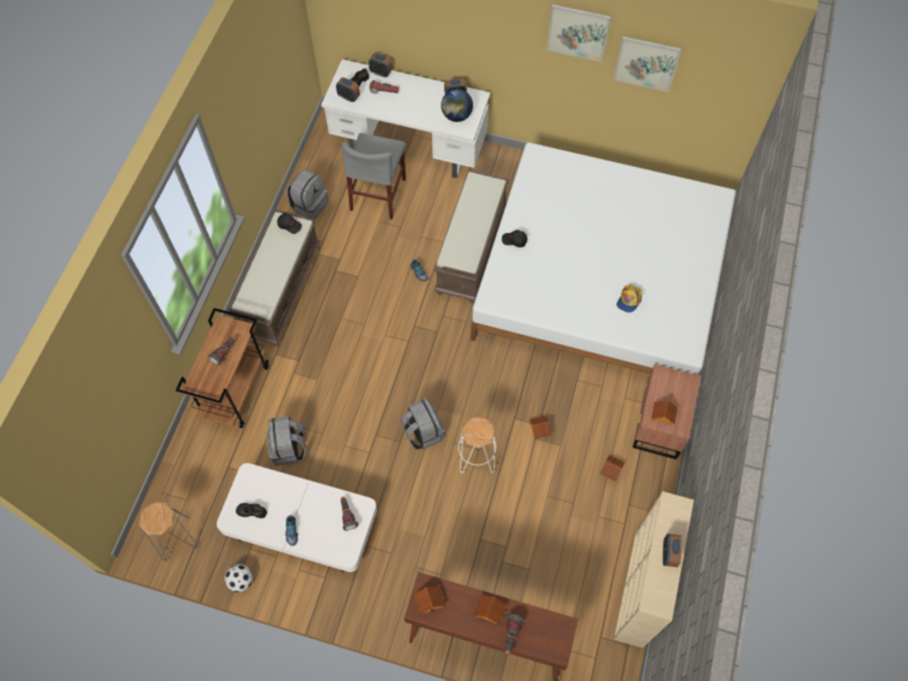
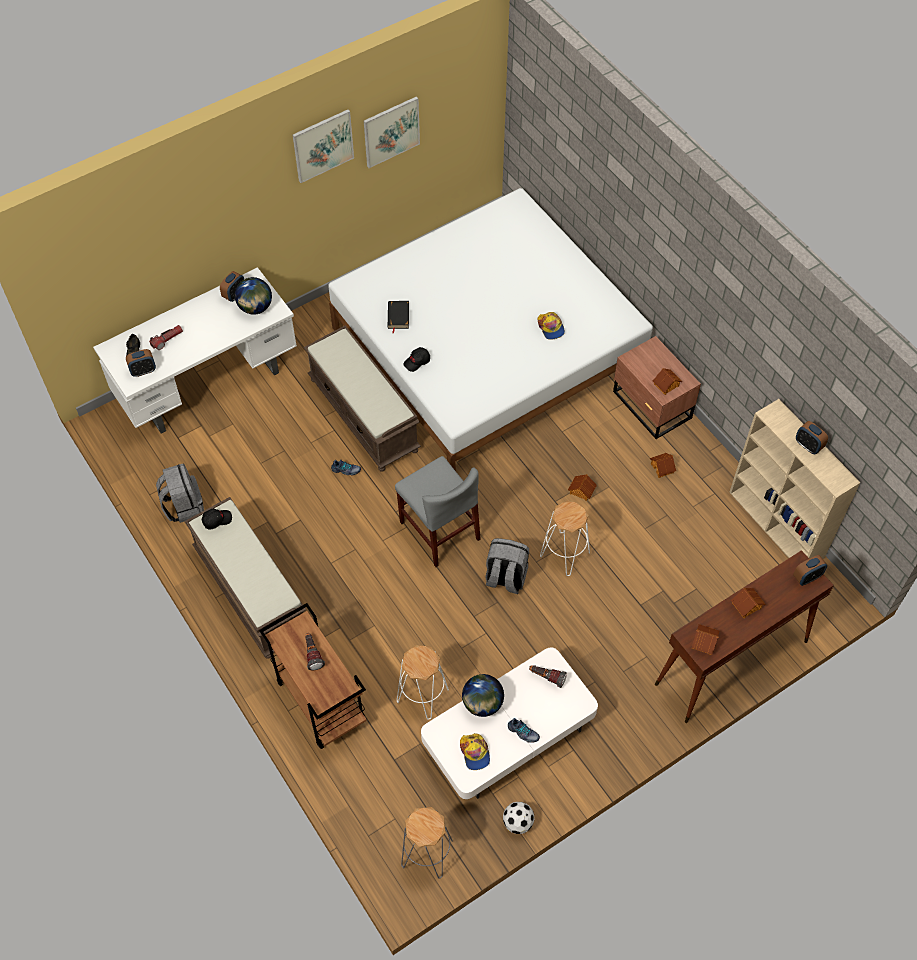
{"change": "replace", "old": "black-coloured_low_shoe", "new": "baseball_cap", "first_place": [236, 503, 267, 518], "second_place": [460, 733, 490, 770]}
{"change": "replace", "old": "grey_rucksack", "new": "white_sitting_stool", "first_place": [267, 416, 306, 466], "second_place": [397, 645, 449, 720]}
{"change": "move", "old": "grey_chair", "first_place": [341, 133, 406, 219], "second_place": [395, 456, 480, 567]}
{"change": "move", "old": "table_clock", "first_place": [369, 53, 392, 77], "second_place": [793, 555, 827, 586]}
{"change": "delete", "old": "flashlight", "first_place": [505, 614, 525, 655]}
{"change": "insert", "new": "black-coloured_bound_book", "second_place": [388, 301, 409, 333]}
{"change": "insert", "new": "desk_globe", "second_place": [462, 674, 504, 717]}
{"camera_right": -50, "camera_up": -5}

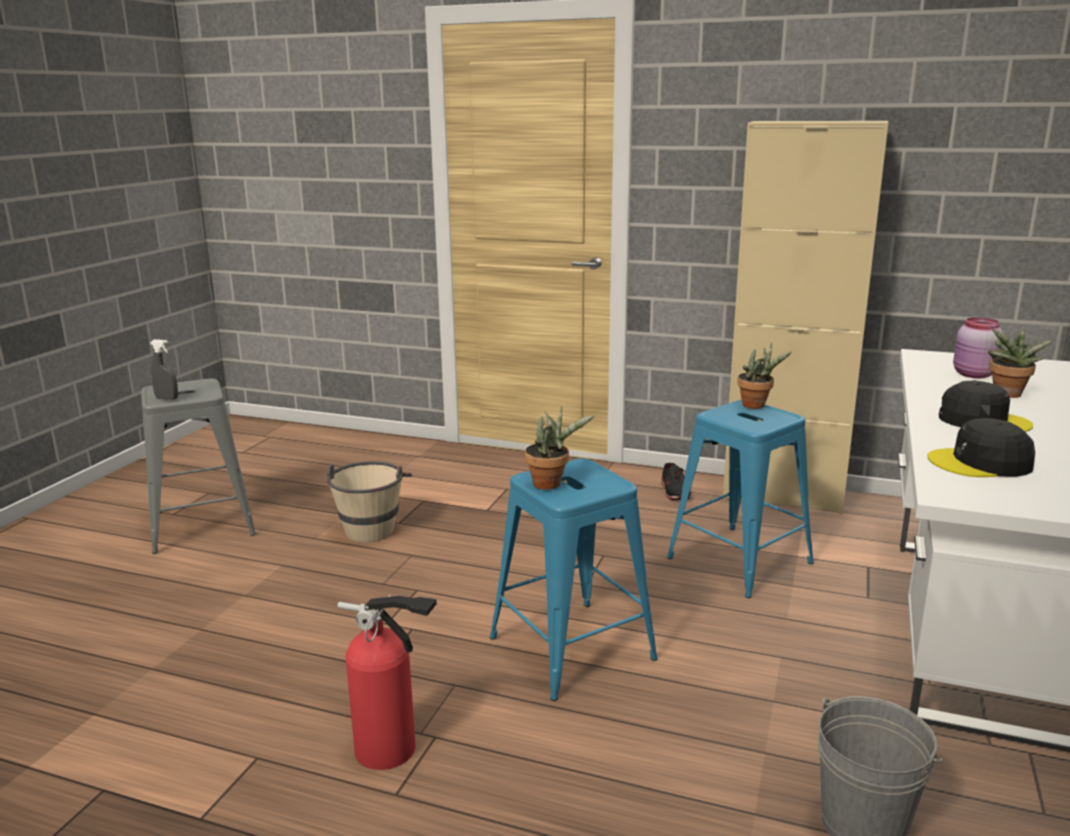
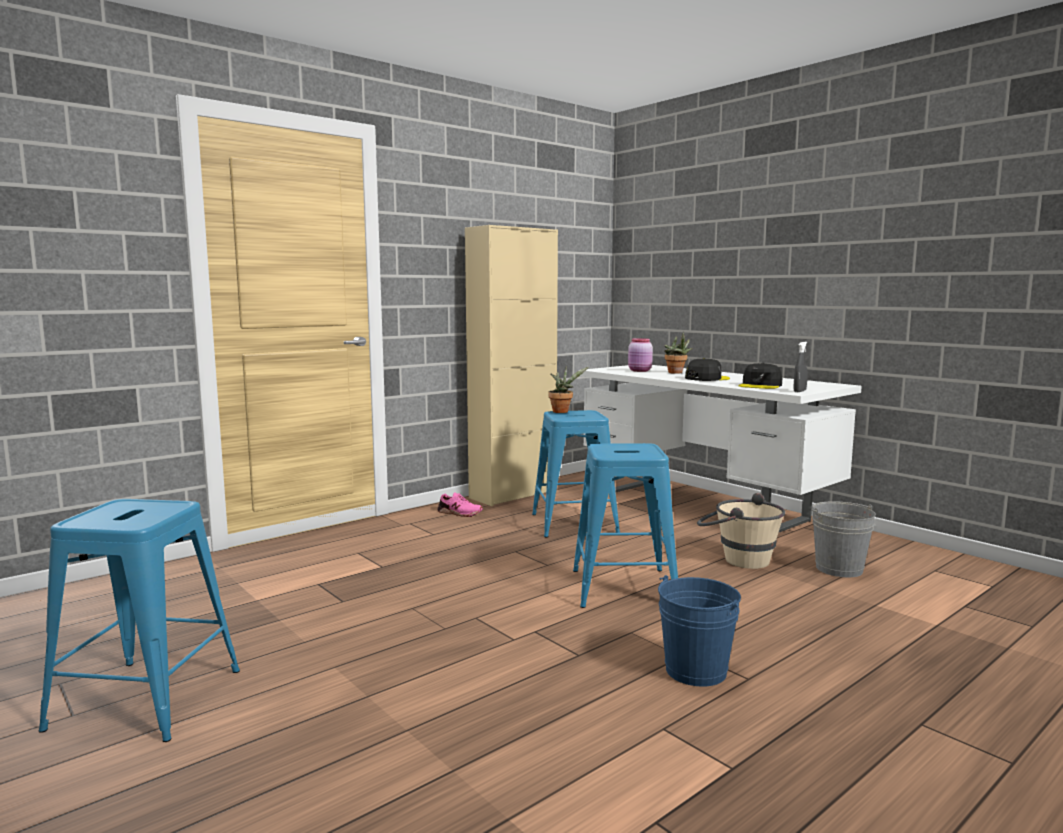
{"change": "recolor", "old": "grey_sitting_stool", "new": "blue_sitting_stool", "first_place": [141, 379, 256, 554], "second_place": [38, 499, 240, 742]}
{"change": "move", "old": "grey_hand_sprayer", "first_place": [150, 339, 178, 400], "second_place": [793, 342, 808, 392]}
{"change": "move", "old": "beige_bucket", "first_place": [327, 461, 412, 542], "second_place": [697, 493, 785, 569]}
{"change": "replace", "old": "extinguisher", "new": "blue_bucket", "first_place": [337, 595, 437, 770], "second_place": [658, 575, 741, 687]}
{"change": "delete", "old": "houseplant", "first_place": [525, 406, 595, 490]}
{"change": "recolor", "old": "black-coloured_low_shoe", "new": "pink-coloured_low_shoe", "first_place": [661, 463, 691, 501], "second_place": [438, 492, 483, 517]}
{"camera_right": -60, "camera_up": -10}

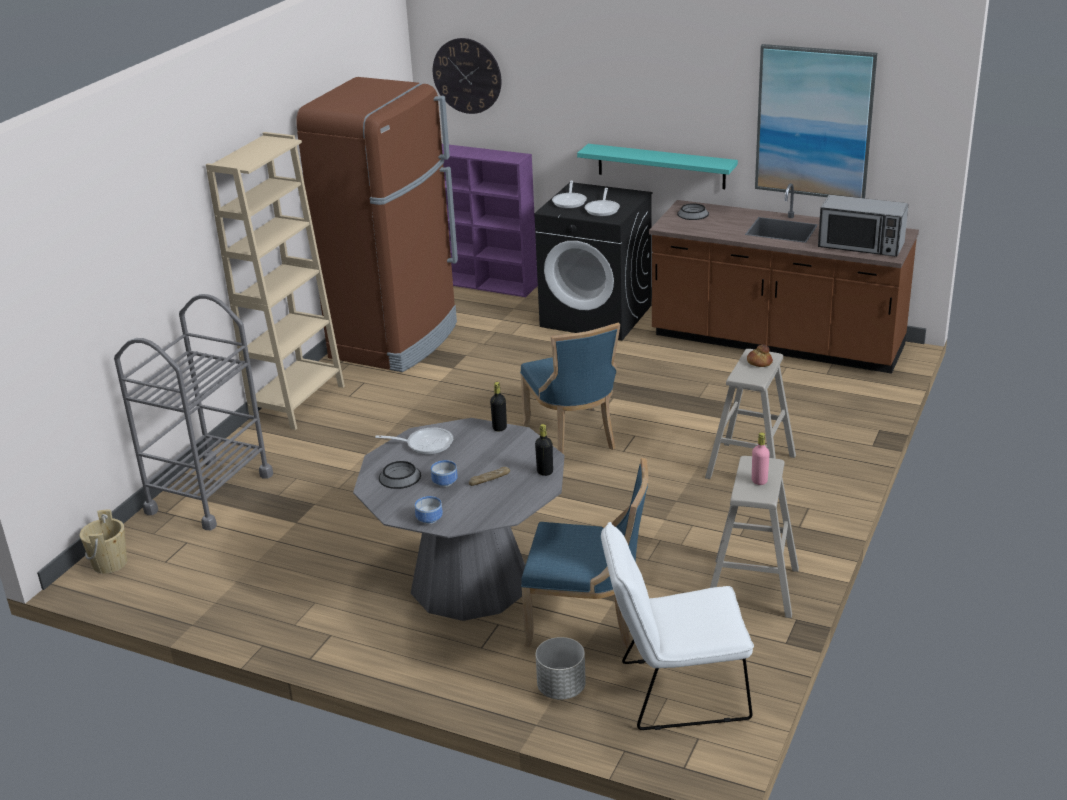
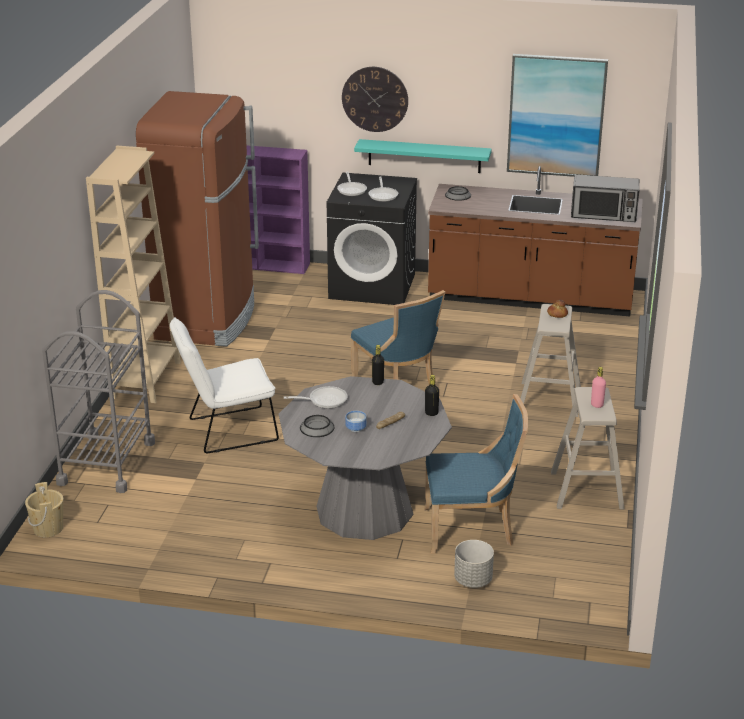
{"change": "delete", "old": "bowl", "first_place": [415, 496, 443, 524]}
{"change": "move", "old": "clock_on_the_wall", "first_place": [433, 38, 502, 114], "second_place": [342, 67, 408, 132]}
{"change": "move", "old": "white_chair", "first_place": [601, 522, 754, 730], "second_place": [170, 317, 279, 453]}
{"camera_right": -15, "camera_up": 0}

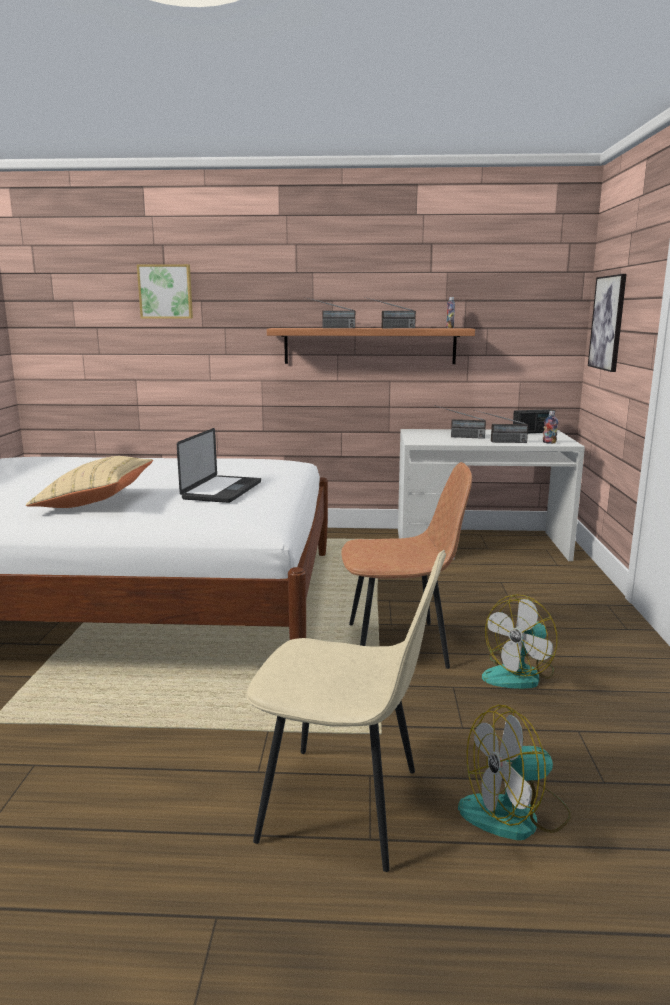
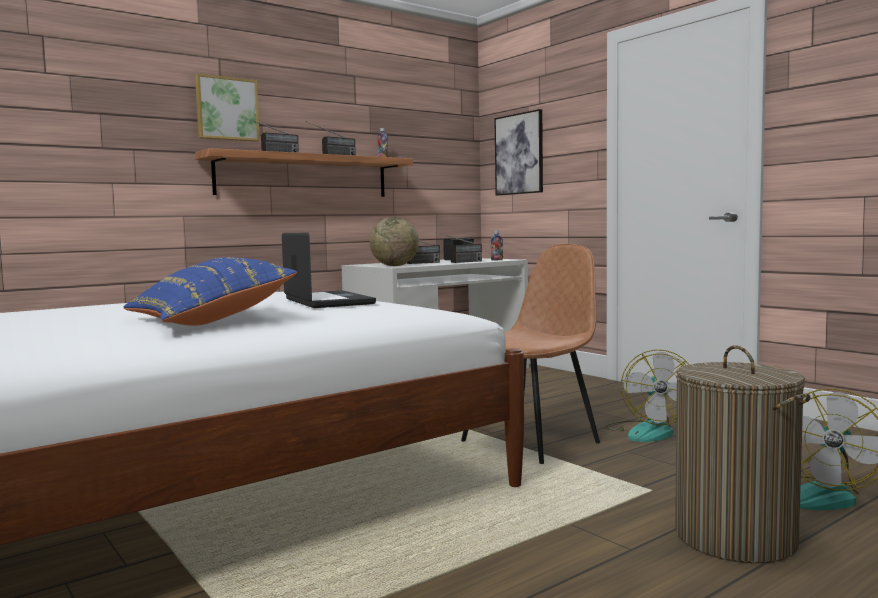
{"change": "recolor", "old": "beige_pillow", "new": "blue_pillow", "first_place": [26, 456, 153, 508], "second_place": [123, 257, 297, 326]}
{"change": "move", "old": "wall_picture", "first_place": [137, 264, 193, 319], "second_place": [195, 74, 260, 142]}
{"change": "replace", "old": "beige_chair", "new": "laundry_basket", "first_place": [247, 550, 446, 872], "second_place": [675, 345, 811, 563]}
{"change": "insert", "new": "desk_globe", "second_place": [369, 217, 419, 266]}
{"camera_right": -40, "camera_up": -10}

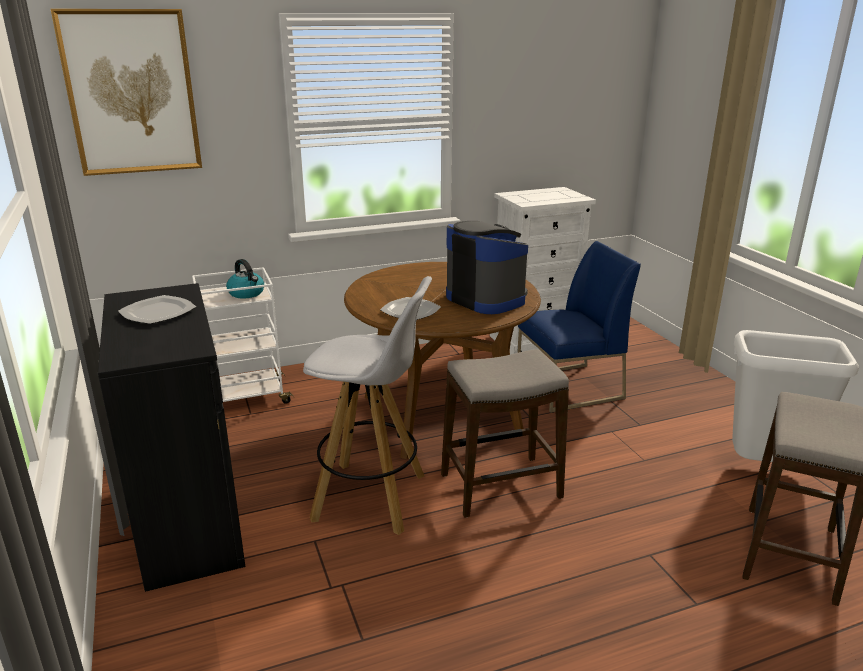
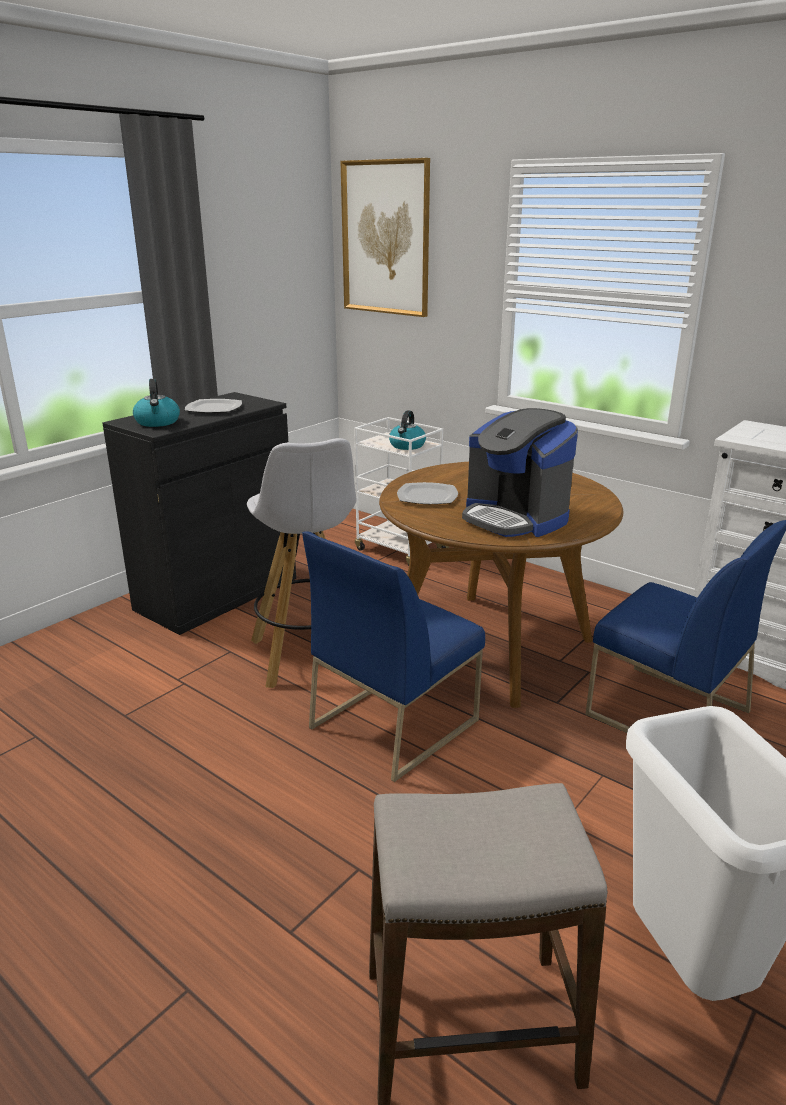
{"change": "replace", "old": "sitting_stool", "new": "blue_chair", "first_place": [441, 349, 569, 517], "second_place": [302, 531, 485, 782]}
{"change": "rotate", "old": "coffee_machine", "first_place": [446, 221, 528, 314], "second_place": [462, 408, 578, 537], "degrees": 120}
{"change": "insert", "new": "tea_kettle", "second_place": [133, 379, 180, 427]}
{"camera_right": 60, "camera_up": 0}

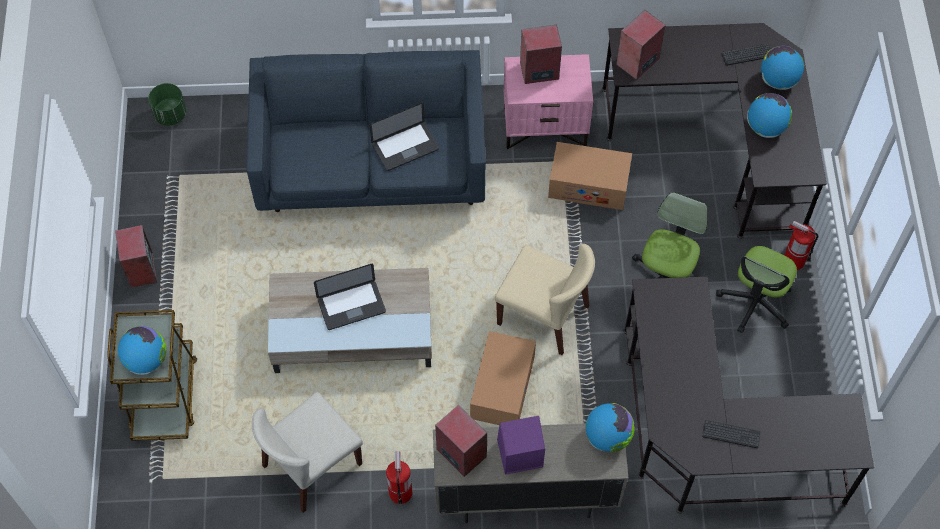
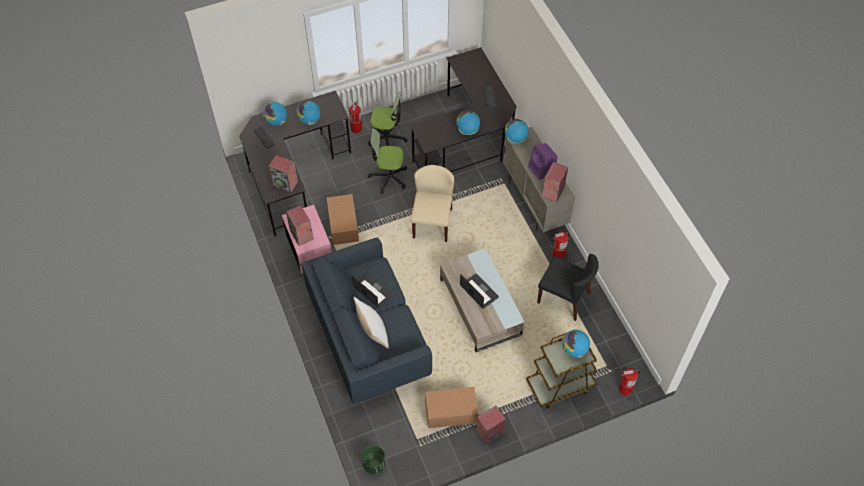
{"change": "recolor", "old": "beige_chair", "new": "black-coloured_chair", "first_place": [252, 392, 363, 513], "second_place": [537, 254, 599, 321]}
{"change": "move", "old": "carton", "first_place": [470, 331, 536, 425], "second_place": [425, 387, 478, 428]}
{"change": "insert", "new": "white_pillow", "second_place": [353, 297, 389, 348]}
{"change": "insert", "new": "desk_globe", "second_place": [457, 110, 480, 135]}
{"change": "insert", "new": "extinguisher", "second_place": [619, 368, 640, 396]}
{"camera_right": -110, "camera_up": -5}

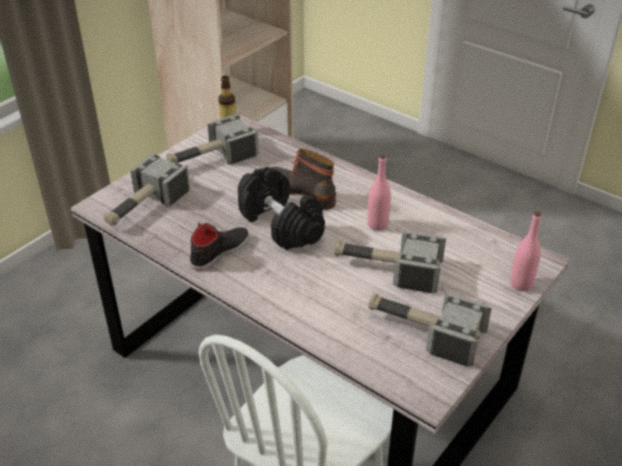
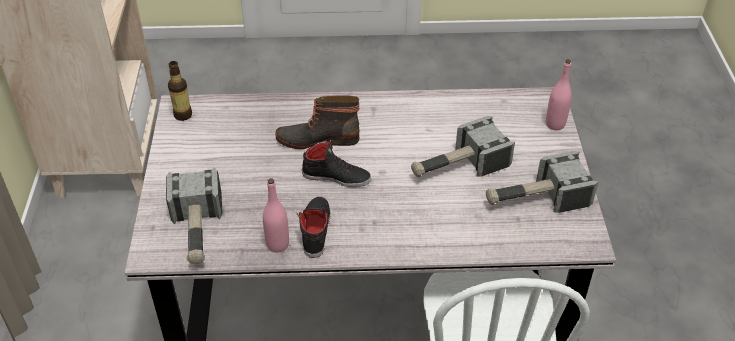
{"change": "delete", "old": "tool_hammer", "first_place": [166, 114, 259, 165]}
{"change": "replace", "old": "black-coloured_dumbbell", "new": "black-coloured_low_shoe", "first_place": [238, 167, 325, 250], "second_place": [302, 140, 371, 187]}
{"change": "move", "old": "pink-coloured_bottle", "first_place": [367, 154, 391, 231], "second_place": [263, 178, 289, 253]}
{"camera_right": -40, "camera_up": 5}

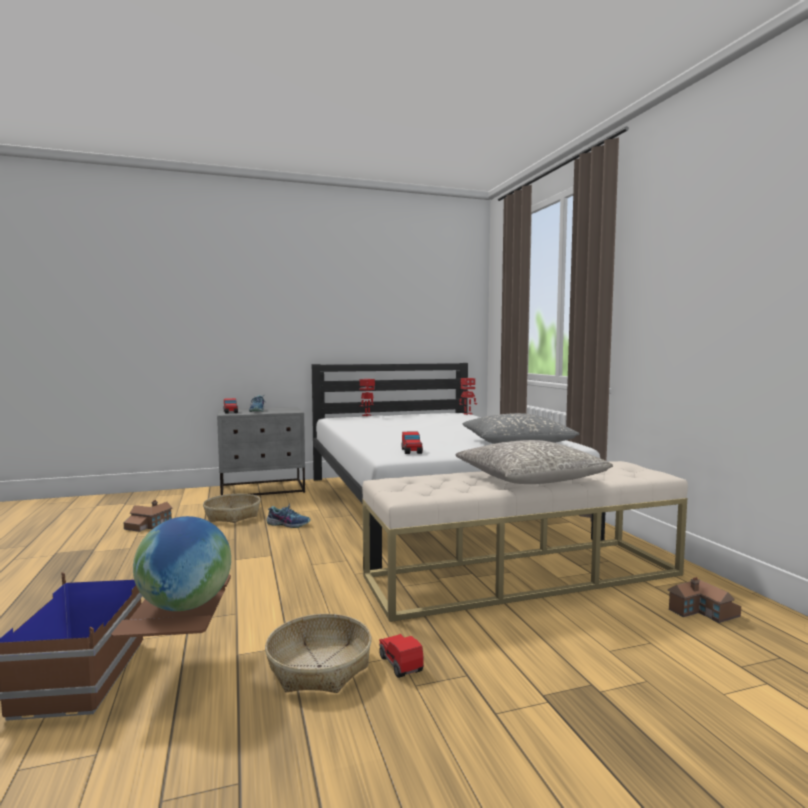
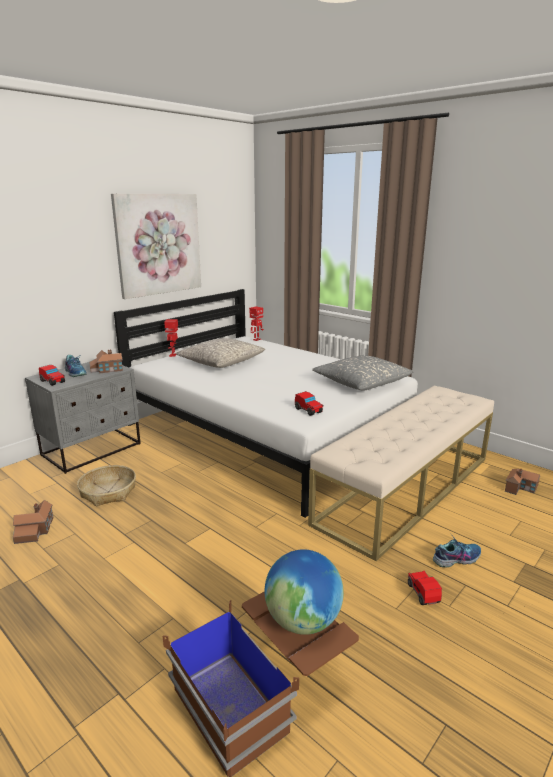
{"change": "delete", "old": "basket", "first_place": [265, 614, 371, 693]}
{"change": "move", "old": "low_shoe", "first_place": [266, 504, 311, 528], "second_place": [433, 537, 481, 568]}
{"change": "rotate", "old": "toy_car", "first_place": [379, 634, 424, 678], "second_place": [408, 571, 442, 605], "degrees": 45}
{"change": "move", "old": "grey_pillow", "first_place": [455, 440, 613, 484], "second_place": [176, 338, 265, 368]}
{"change": "insert", "new": "miniature_house", "second_place": [89, 349, 123, 373]}
{"change": "insert", "new": "wall_picture", "second_place": [111, 194, 201, 299]}
{"camera_right": -30, "camera_up": 15}

